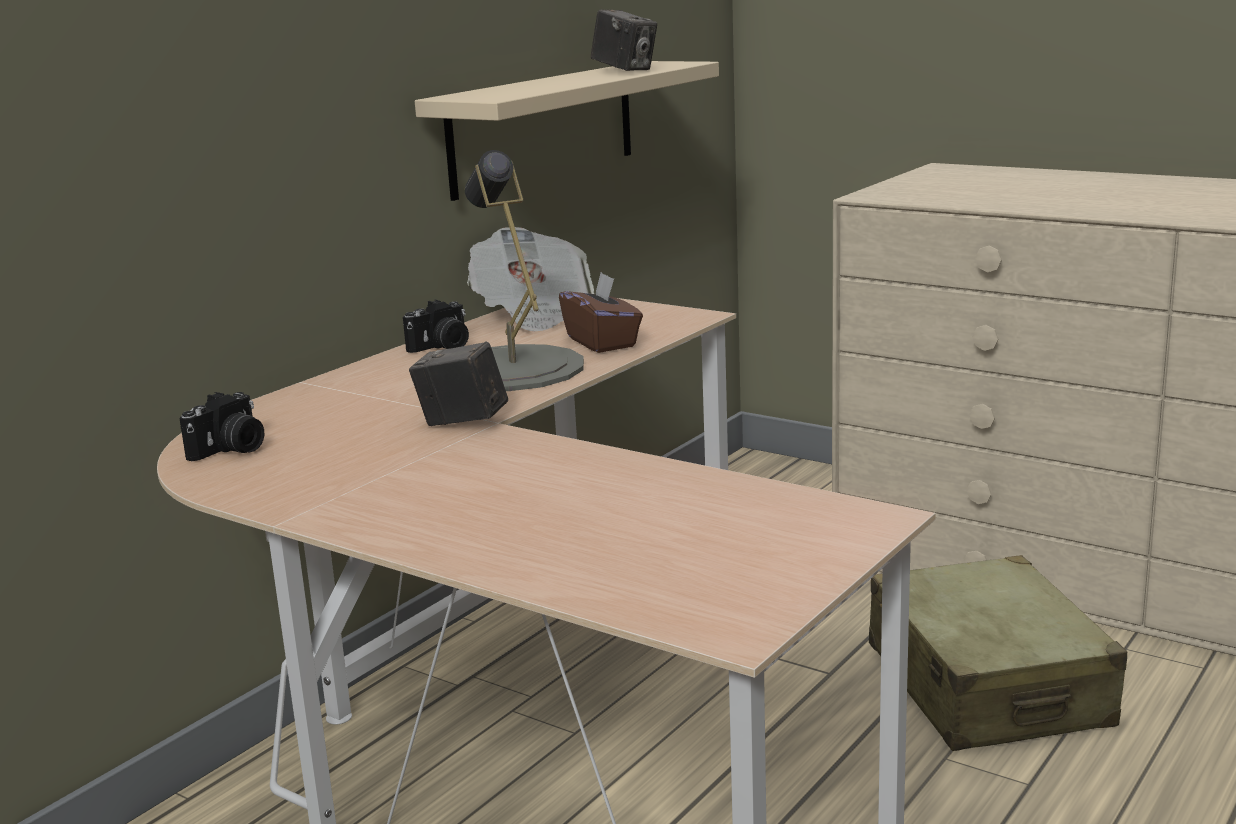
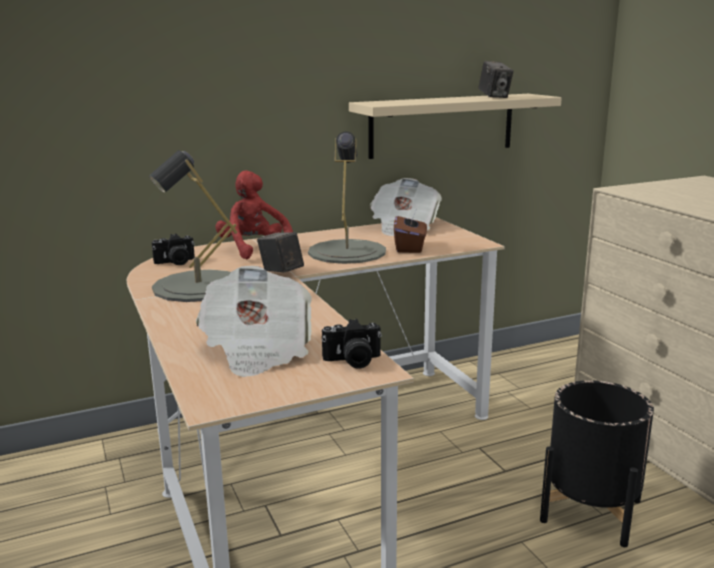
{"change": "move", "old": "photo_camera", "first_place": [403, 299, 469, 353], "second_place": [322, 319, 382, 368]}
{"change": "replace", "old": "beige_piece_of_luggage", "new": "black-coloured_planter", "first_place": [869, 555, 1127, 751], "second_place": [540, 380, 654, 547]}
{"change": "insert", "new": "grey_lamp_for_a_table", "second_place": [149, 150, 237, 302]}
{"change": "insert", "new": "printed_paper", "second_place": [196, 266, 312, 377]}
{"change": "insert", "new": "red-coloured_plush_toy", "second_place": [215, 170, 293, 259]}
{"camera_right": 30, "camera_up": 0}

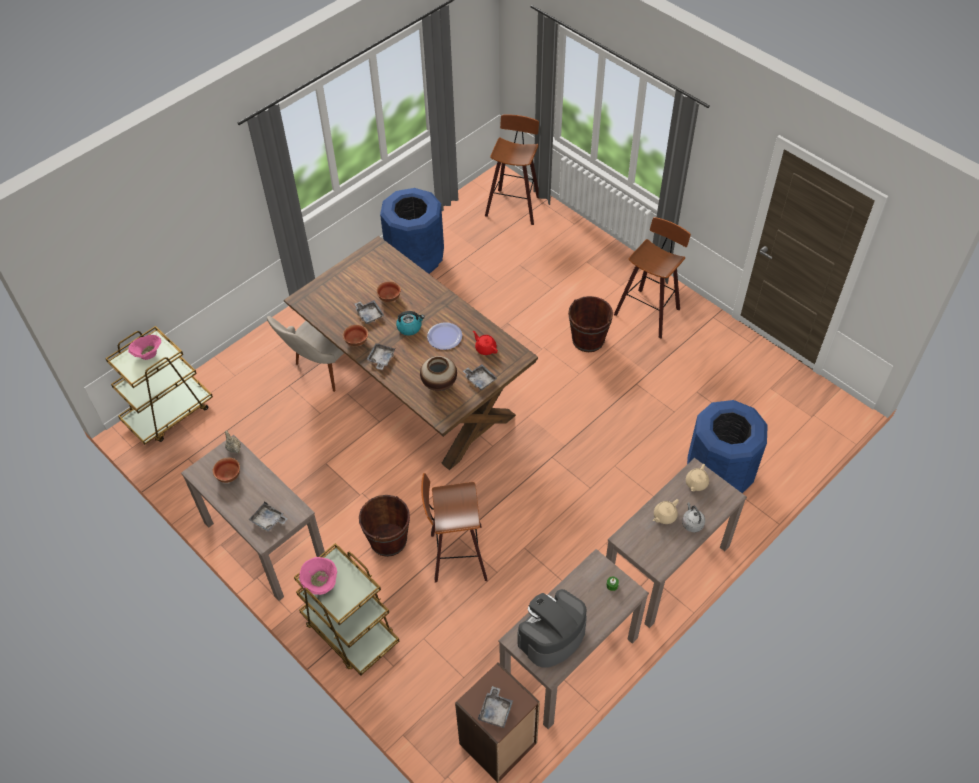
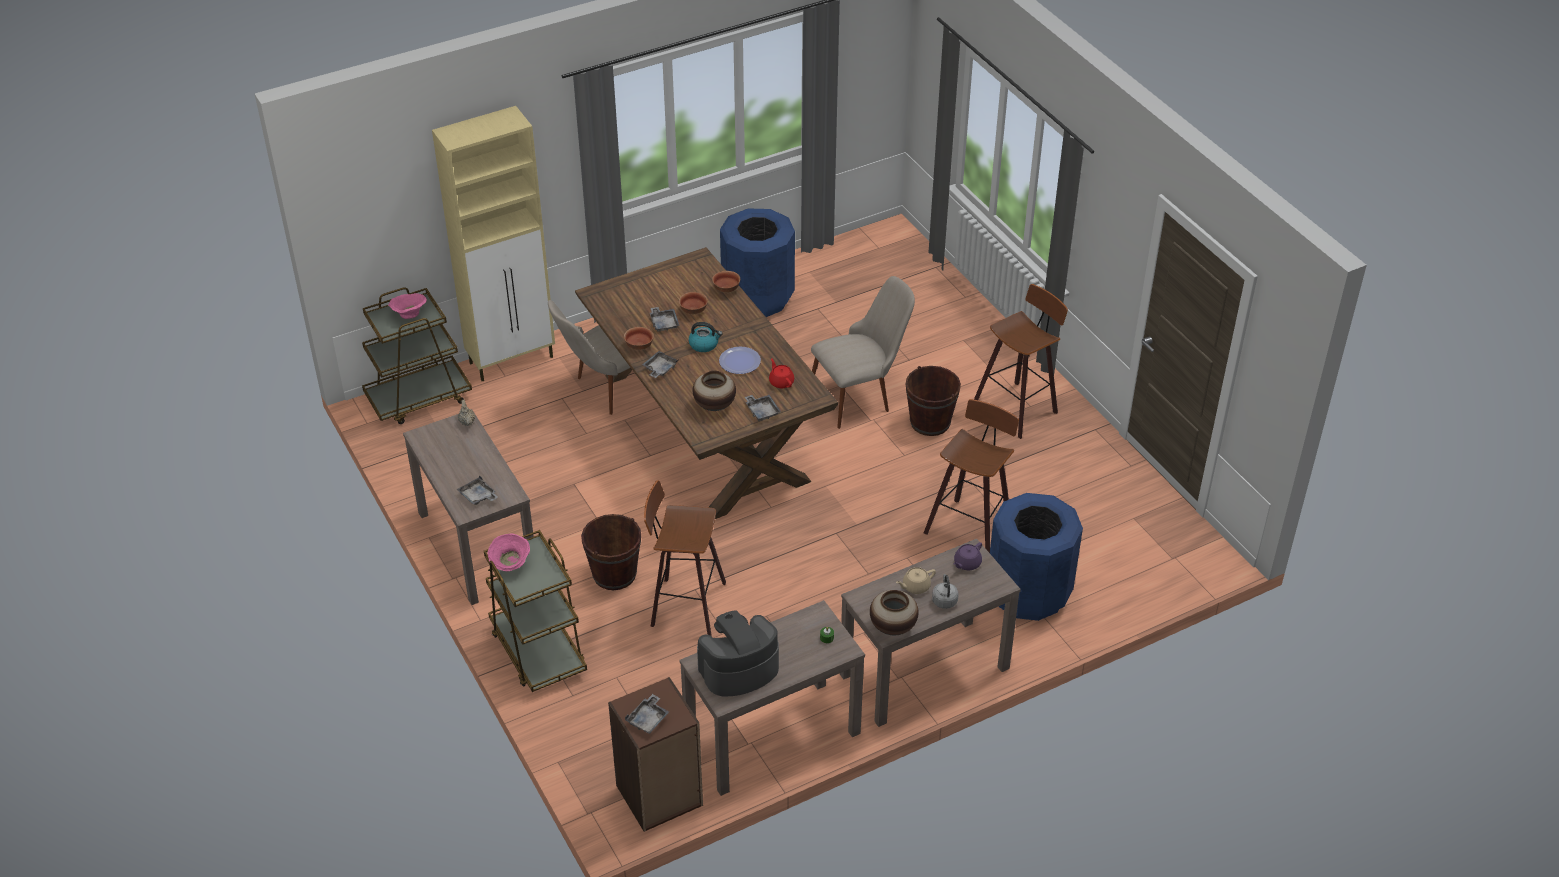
{"change": "move", "old": "bowl", "first_place": [213, 458, 240, 483], "second_place": [712, 271, 740, 293]}
{"change": "move", "old": "sitting_stool", "first_place": [485, 114, 539, 225], "second_place": [924, 399, 1019, 553]}
{"change": "recolor", "old": "beige_pot_for_tea", "new": "purple_pot_for_tea", "first_place": [686, 464, 709, 492], "second_place": [954, 542, 982, 570]}
{"change": "insert", "new": "beige_cupboard", "second_place": [432, 106, 555, 381]}
{"change": "insert", "new": "beige_chair", "second_place": [811, 276, 915, 429]}
{"change": "insert", "new": "decorative_vase", "second_place": [870, 590, 919, 635]}
{"camera_right": 15, "camera_up": -10}

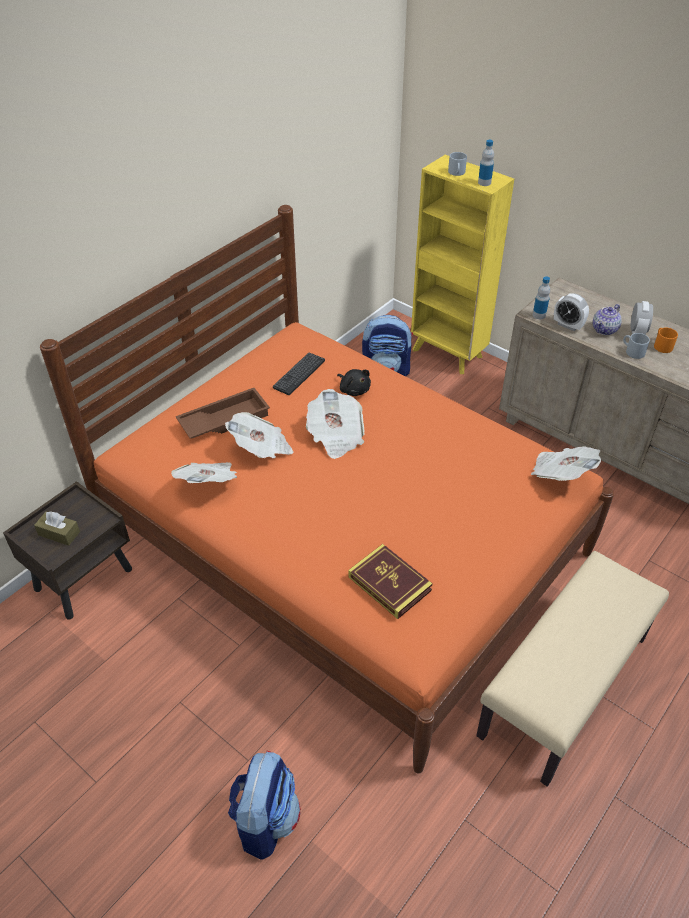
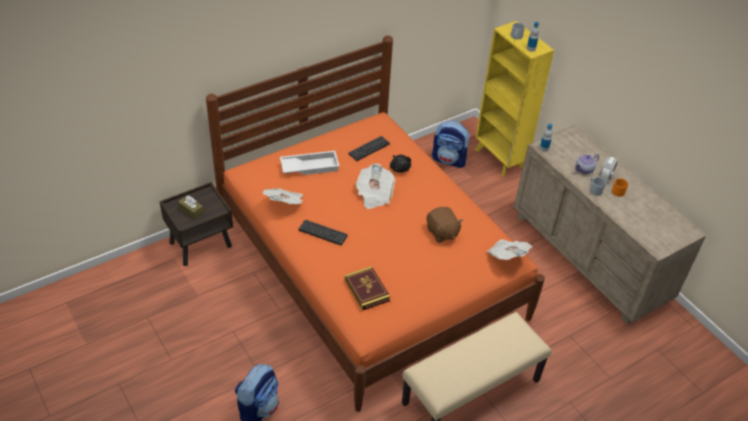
{"change": "recolor", "old": "brown_carrying_tray", "new": "white_carrying_tray", "first_place": [176, 388, 270, 439], "second_place": [280, 151, 340, 175]}
{"change": "delete", "old": "printed_paper", "first_place": [225, 412, 294, 459]}
{"change": "delete", "old": "table_clock", "first_place": [554, 293, 589, 331]}
{"change": "insert", "new": "keyboard", "second_place": [299, 220, 348, 246]}
{"change": "insert", "new": "brown_plush_toy", "second_place": [427, 207, 463, 243]}
{"camera_right": 15, "camera_up": 0}

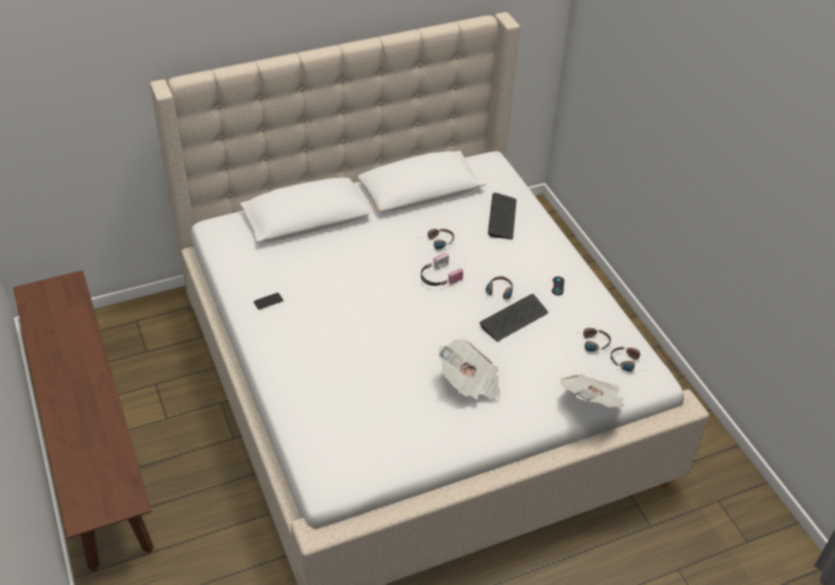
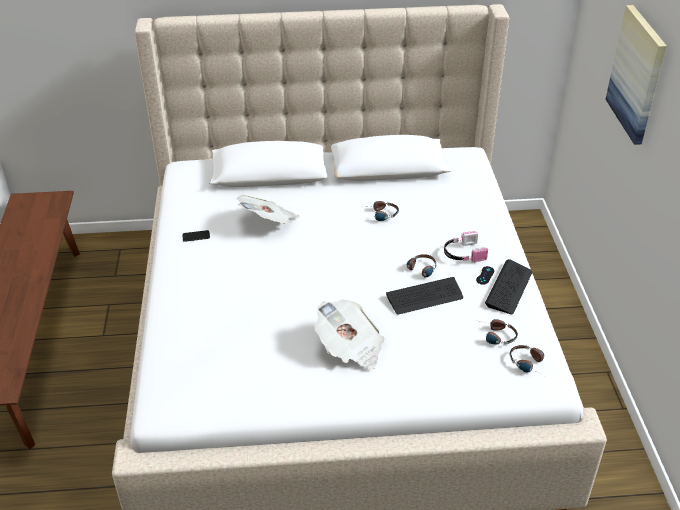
{"change": "move", "old": "pair_of_headphones", "first_place": [421, 253, 463, 286], "second_place": [444, 231, 488, 263]}
{"change": "move", "old": "keyboard", "first_place": [488, 193, 517, 239], "second_place": [485, 259, 533, 315]}
{"change": "move", "old": "printed_paper", "first_place": [561, 374, 624, 408], "second_place": [237, 195, 300, 224]}
{"change": "insert", "new": "wall_picture", "second_place": [606, 5, 667, 145]}
{"camera_right": 20, "camera_up": -5}

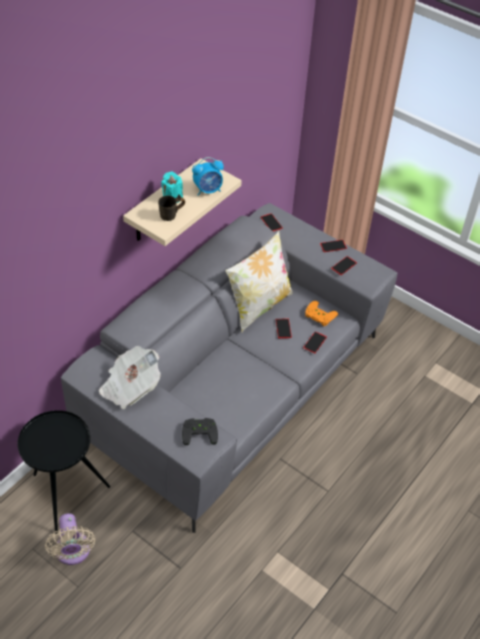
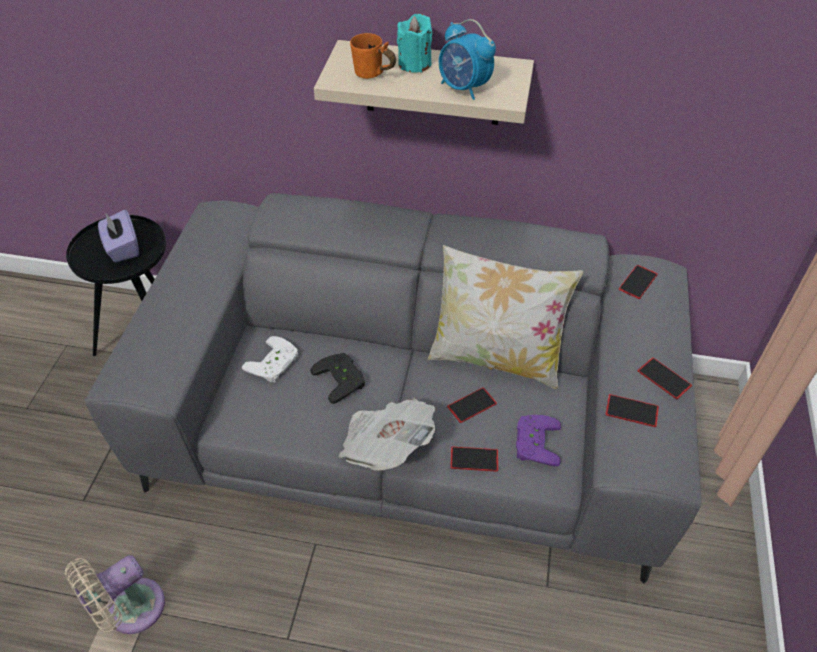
{"change": "move", "old": "beige_cooling_fan", "first_place": [45, 513, 96, 565], "second_place": [65, 555, 165, 634]}
{"change": "move", "old": "printed_paper", "first_place": [99, 346, 161, 409], "second_place": [339, 398, 435, 471]}
{"change": "recolor", "old": "grey_mug", "new": "orange-coloured_mug", "first_place": [158, 194, 185, 221], "second_place": [350, 33, 396, 79]}
{"change": "move", "old": "black-coloured_gamepad", "first_place": [182, 418, 218, 445], "second_place": [310, 353, 365, 404]}
{"change": "recolor", "old": "orange-coloured_gamepad", "new": "purple_gamepad", "first_place": [305, 301, 338, 327], "second_place": [516, 415, 561, 466]}
{"change": "insert", "new": "purple_box_of_tissues", "second_place": [98, 210, 139, 262]}
{"change": "insert", "new": "white_gamepad", "second_place": [242, 336, 299, 383]}
{"camera_right": 65, "camera_up": 0}

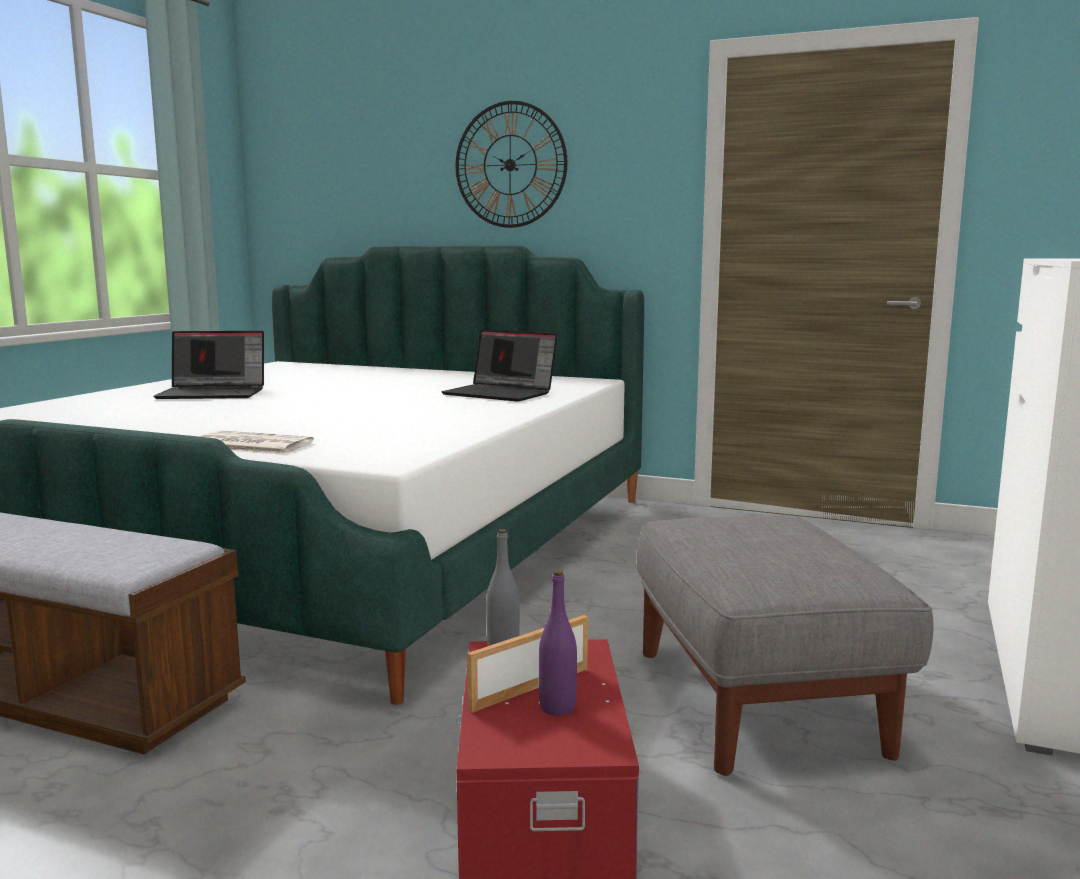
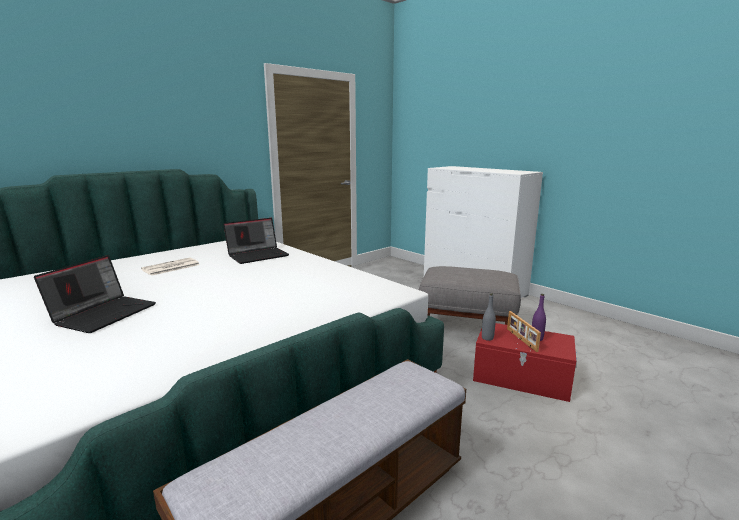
{"change": "move", "old": "printed_paper", "first_place": [199, 430, 314, 455], "second_place": [141, 257, 200, 276]}
{"change": "delete", "old": "clock_on_the_wall", "first_place": [456, 101, 567, 228]}
{"camera_right": -65, "camera_up": 5}

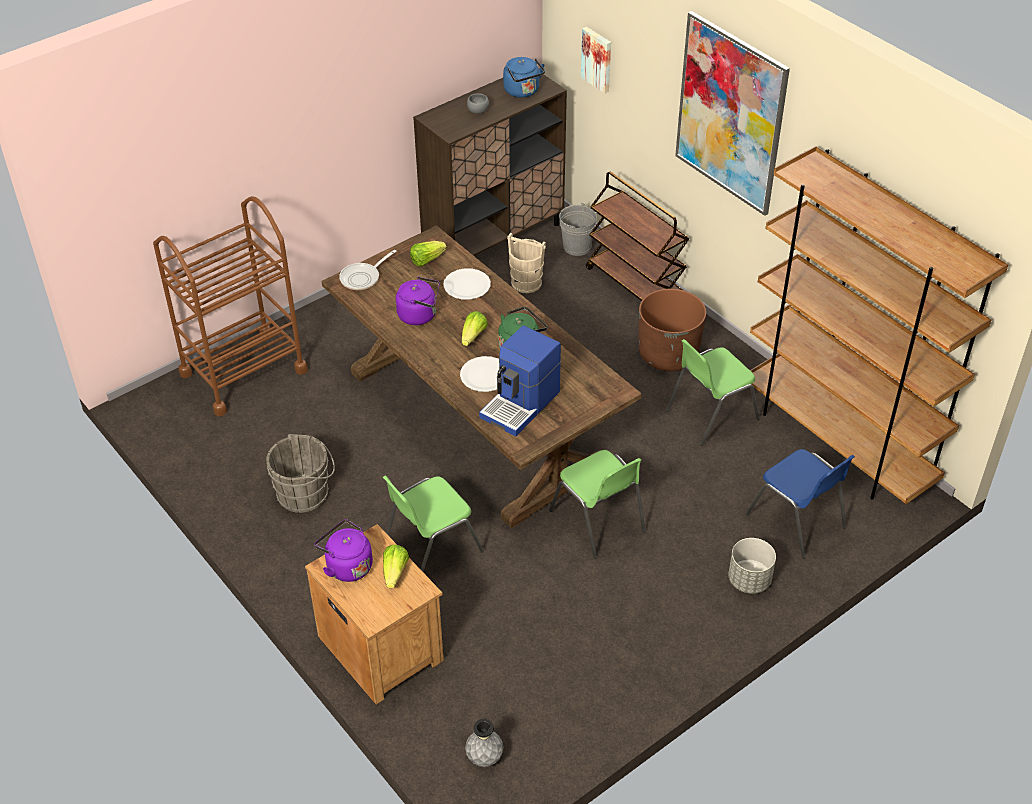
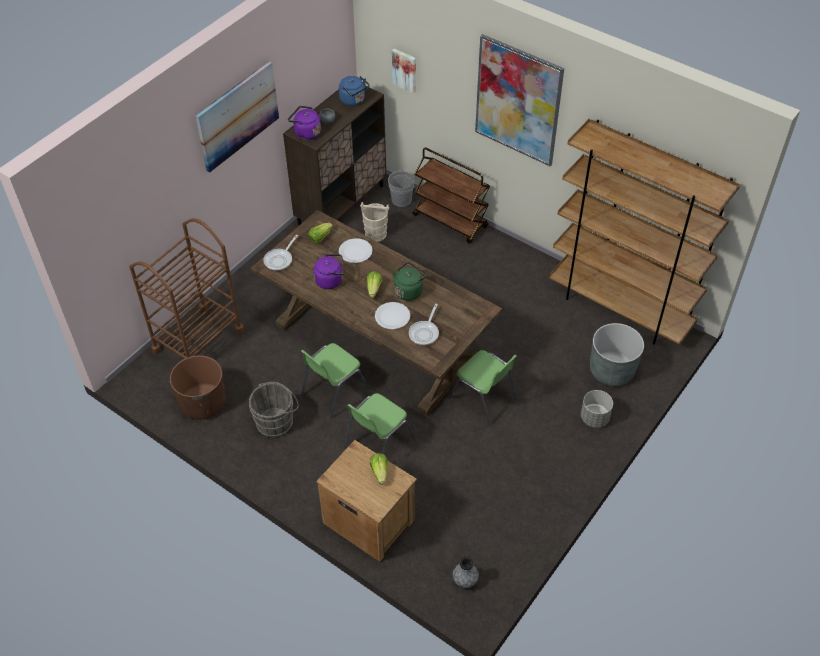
{"change": "move", "old": "purple_tea_kettle", "first_place": [315, 519, 373, 582], "second_place": [288, 106, 321, 140]}
{"change": "replace", "old": "coffee_machine", "new": "frying_pan", "first_place": [479, 326, 561, 437], "second_place": [409, 304, 439, 345]}
{"change": "move", "old": "brown_planter", "first_place": [639, 289, 706, 371], "second_place": [170, 355, 226, 420]}
{"change": "move", "old": "green_chair", "first_place": [666, 339, 760, 446], "second_place": [301, 343, 369, 418]}
{"change": "replace", "old": "blue_chair", "new": "grey_planter", "first_place": [745, 449, 855, 559], "second_place": [590, 323, 644, 386]}
{"change": "insert", "new": "wall_picture", "second_place": [195, 61, 279, 173]}
{"camera_right": -15, "camera_up": 5}

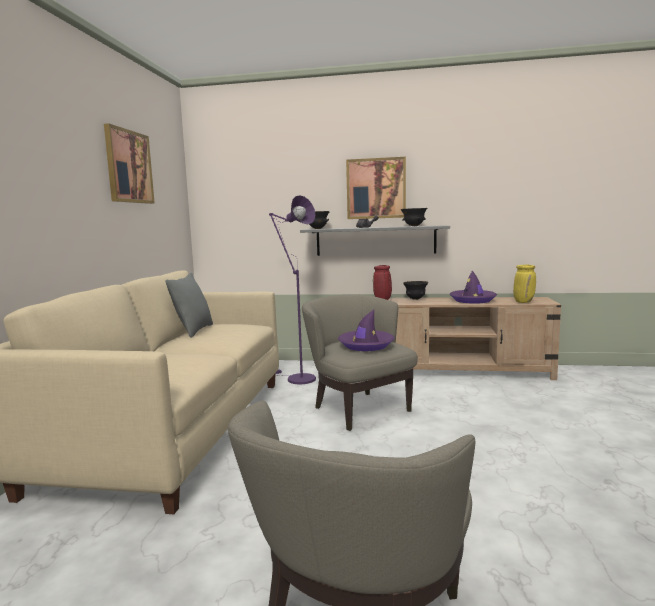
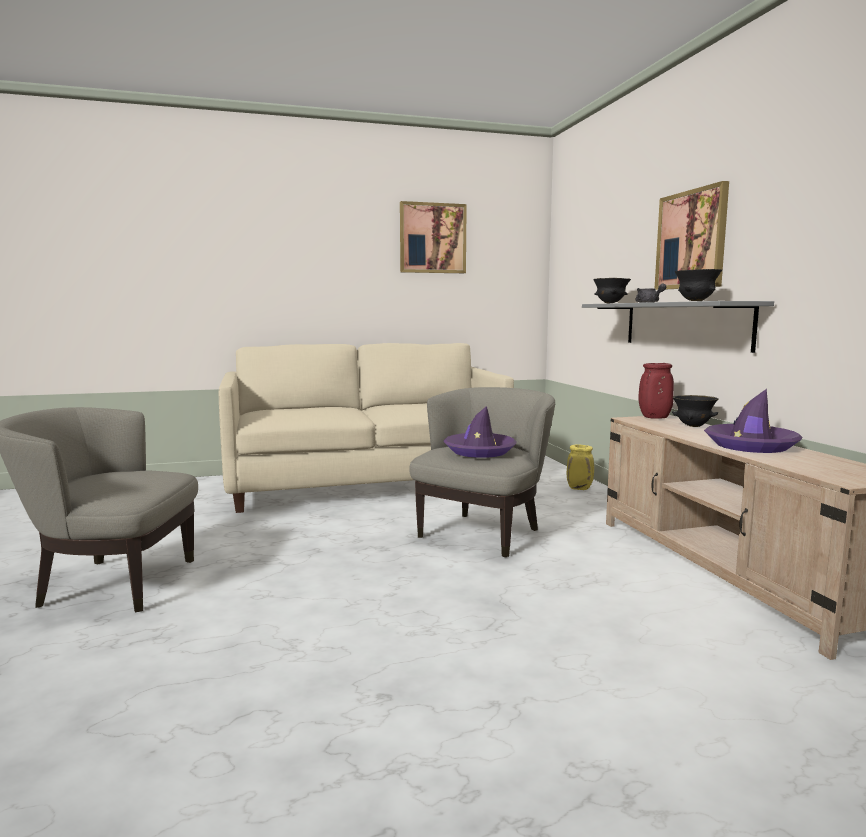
{"change": "delete", "old": "grey_pillow", "first_place": [166, 273, 213, 338]}
{"change": "delete", "old": "purple_standing_lamp", "first_place": [269, 195, 316, 384]}
{"change": "move", "old": "yellowish_decorative_vase", "first_place": [513, 265, 536, 303], "second_place": [567, 444, 594, 490]}
{"camera_right": 65, "camera_up": 0}

